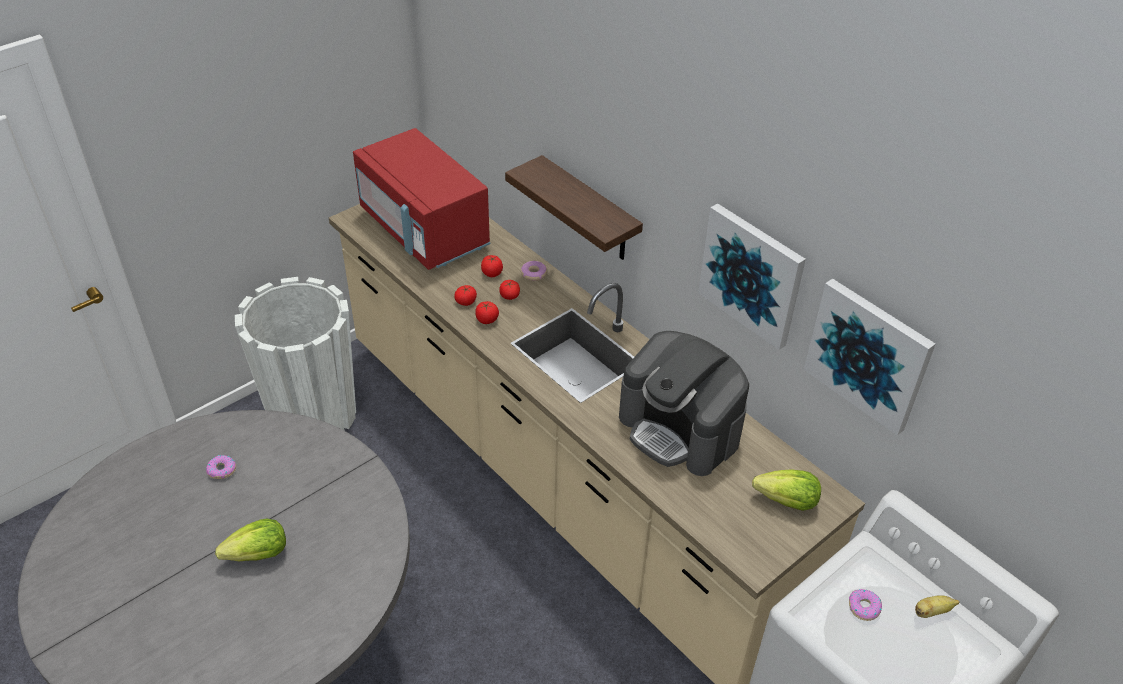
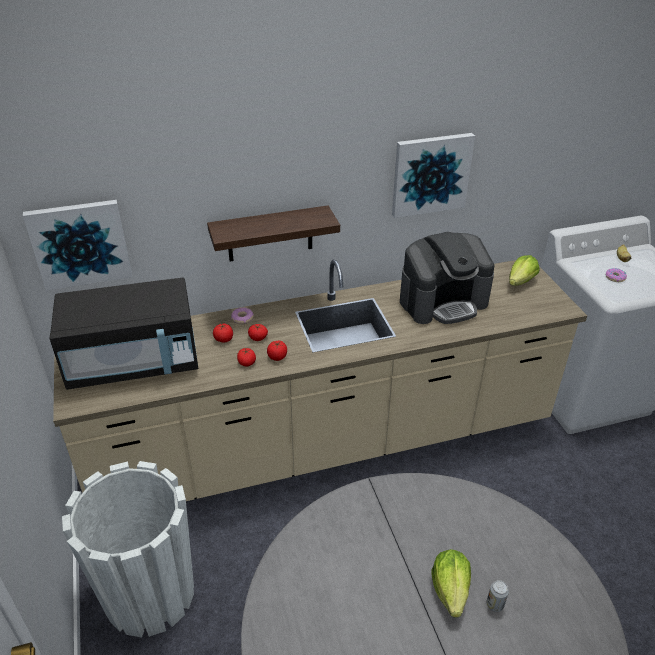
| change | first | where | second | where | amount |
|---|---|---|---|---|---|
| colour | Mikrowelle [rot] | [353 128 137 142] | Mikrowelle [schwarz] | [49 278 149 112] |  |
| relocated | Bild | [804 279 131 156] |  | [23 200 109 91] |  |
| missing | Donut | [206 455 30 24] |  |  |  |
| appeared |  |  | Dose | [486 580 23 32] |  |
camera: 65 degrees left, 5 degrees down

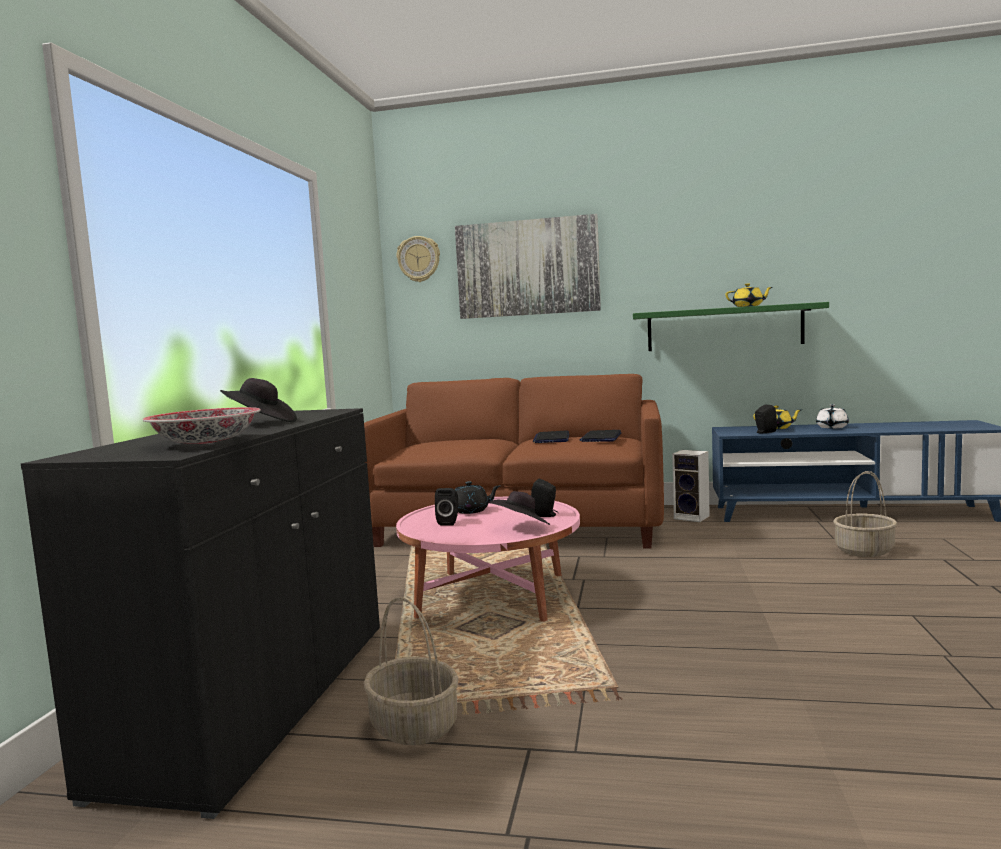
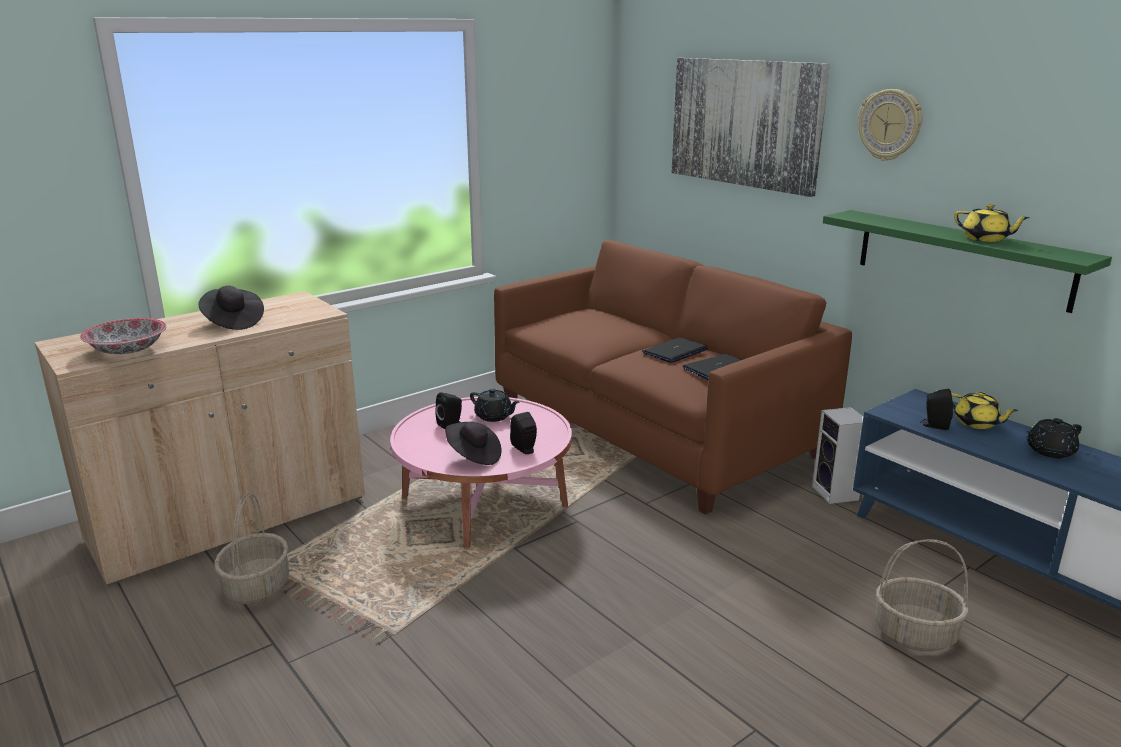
| change | first | where | second | where | amount |
|---|---|---|---|---|---|
| relocated | Wanduhr | [397 236 43 46] |  | [858 89 64 72] |  |
| colour | Teekanne [weiß] | [816 404 33 25] | Teekanne [schwarz] | [1027 418 55 40] |  |
| colour | Schrank [schwarz] | [21 408 359 411] | Schrank [beige] | [34 291 331 295] |  |
camera: 40 degrees right, 15 degrees up

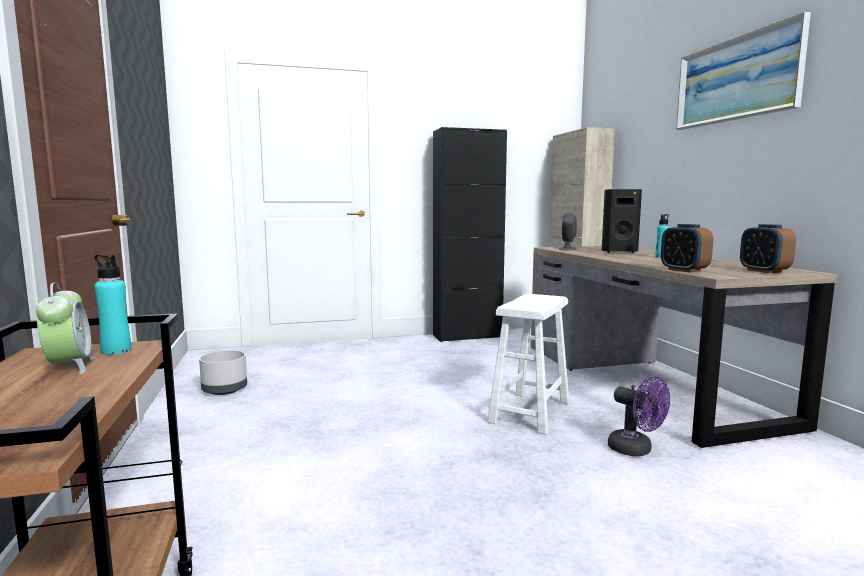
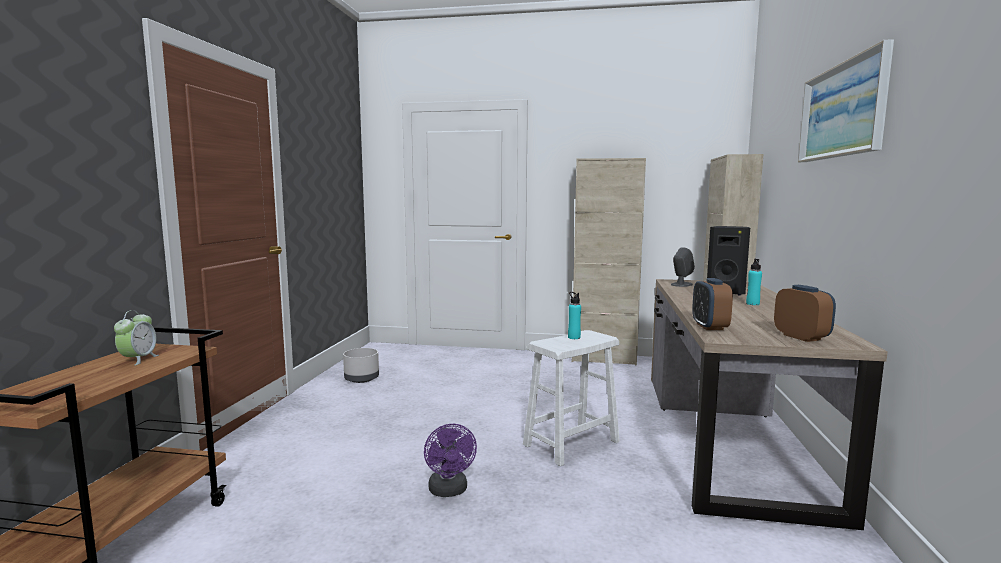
| change | first | where | second | where | amount |
|---|---|---|---|---|---|
| colour | Schrank [schwarz] | [433 127 74 215] | Schrank [beige] | [572 158 74 207] |  |
| spun | Wecker | [740 224 56 49] |  | [774 285 62 57] | 150 degrees clockwise |
| relocated | Flasche [türkis] | [94 254 37 101] |  | [568 292 13 47] |  |
| relocated | Ventilator [lila] | [608 376 62 80] |  | [424 424 53 73] |  |
camera: 25 degrees right, 0 degrees up

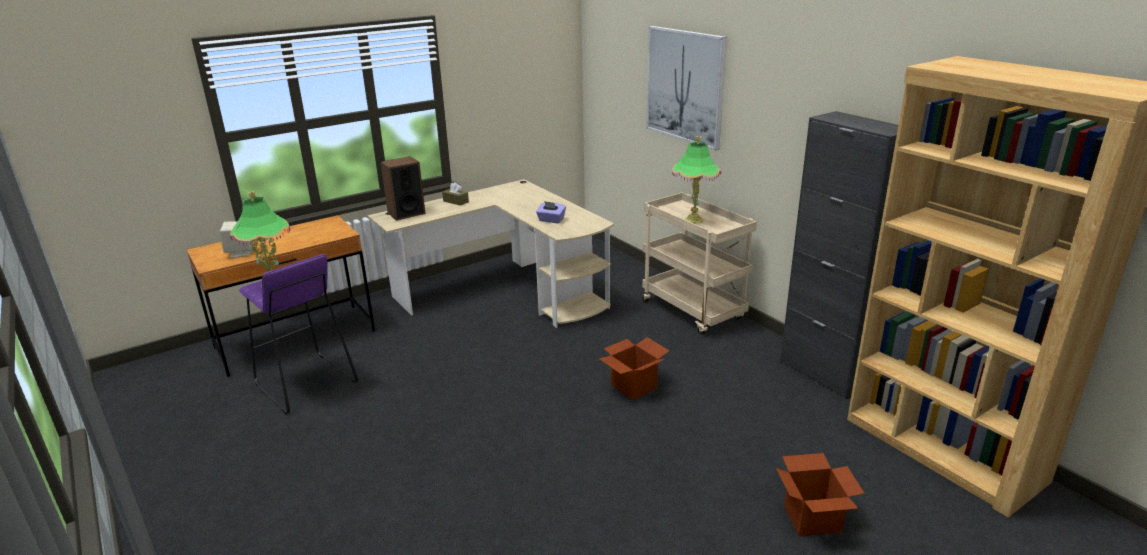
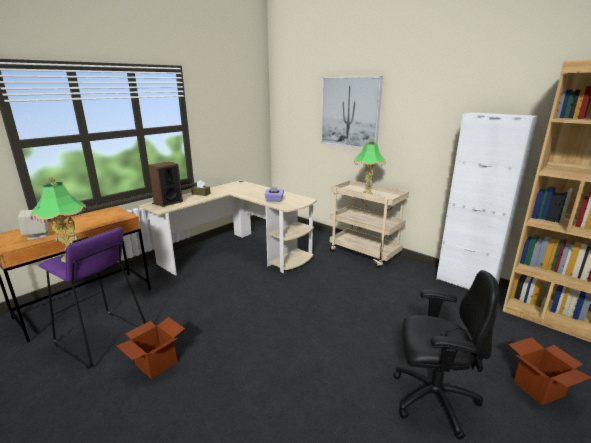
| change | first | where | second | where | amount |
|---|---|---|---|---|---|
| colour | Schrank [schwarz] | [780 111 118 288] | Schrank [weiß] | [436 112 102 177] |  |
| relocated | Karton | [599 337 70 63] |  | [116 317 69 62] |  |
| appeared |  |  | Bürostuhl [schwarz] | [393 270 106 170] |  |
camera: 15 degrees left, 5 degrees down

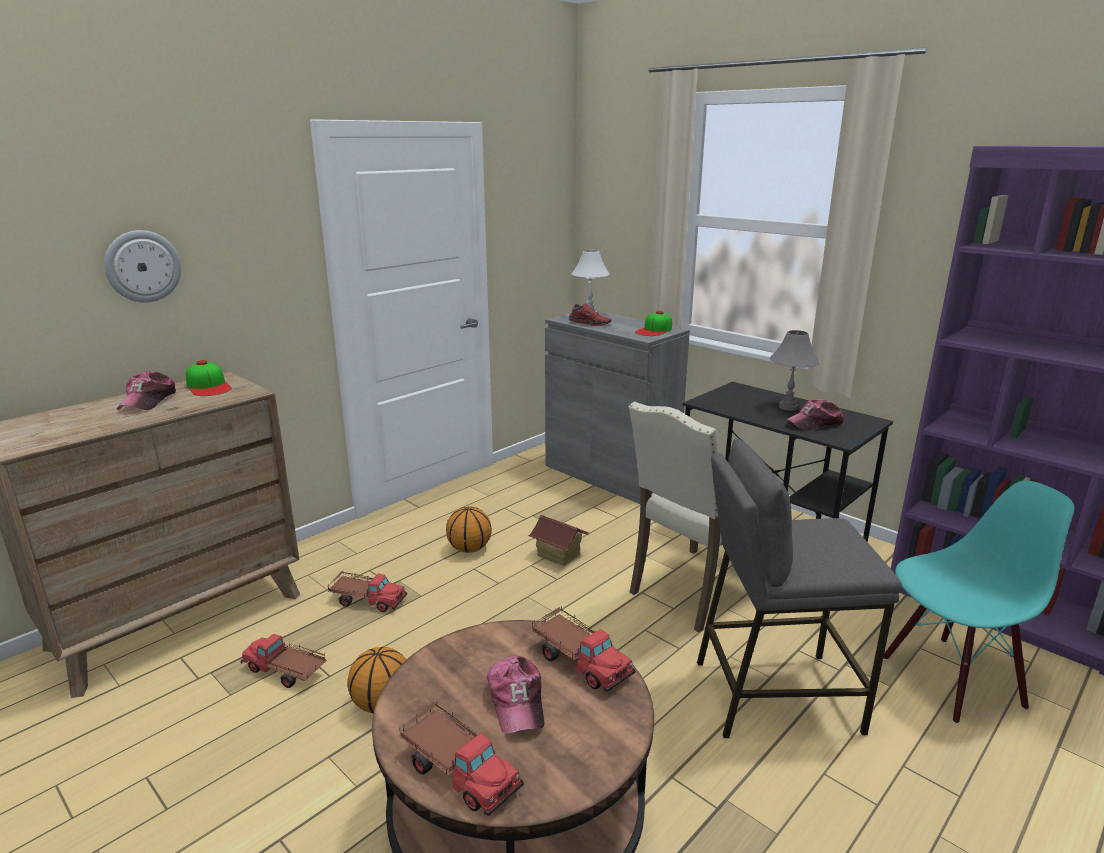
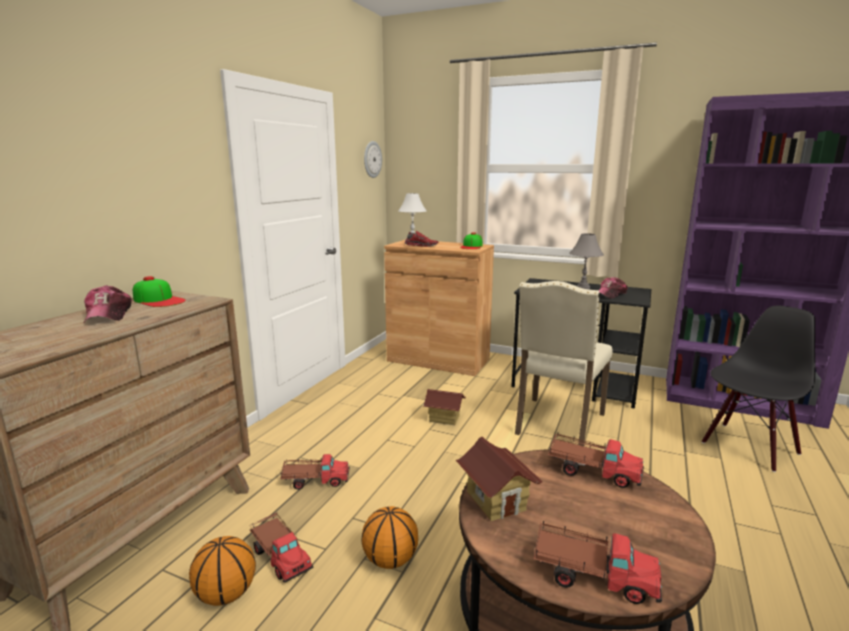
| change | first | where | second | where | amount |
|---|---|---|---|---|---|
| relocated | Wanduhr | [104 230 77 73] |  | [364 141 18 37] |  |
| colour | Schrank [grau] | [545 311 145 193] | Schrank [braun] | [384 239 110 137] |  |
| missing | Hocker [grau] | [697 439 205 299] |  |  |  |
| colour | Stuhl [türkis] | [883 480 191 244] | Stuhl [schwarz] | [702 306 114 166] |  |
| relocated | Basketball | [446 506 46 47] |  | [189 536 67 70] |  |
| spun | Spielzeuglaster | [240 634 87 54] |  | [250 512 64 71] | 135 degrees counterclockwise |
| missing | Kappe | [487 656 57 77] |  |  |  |
| appeared |  |  | Spielzeughaus | [456 437 87 84] |  |
camera: 20 degrees left, 5 degrees down

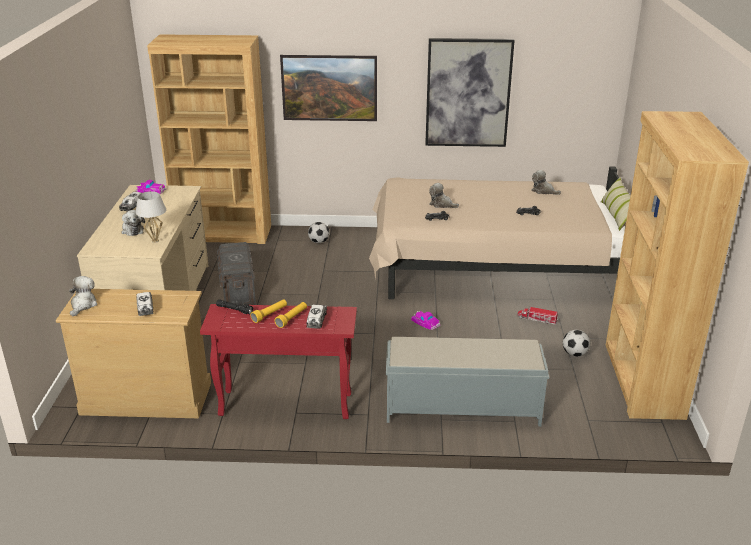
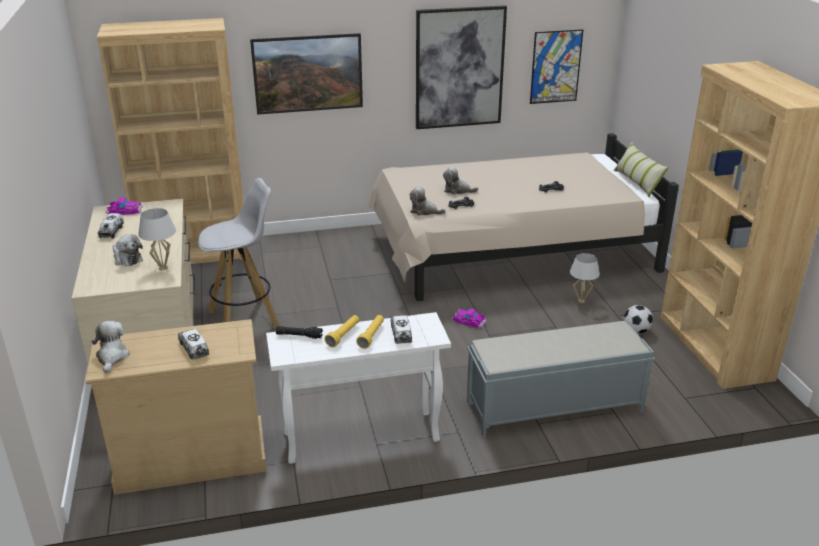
| change | first | where | second | where | amount |
|---|---|---|---|---|---|
| relocated | Plüschtier | [531 170 30 25] |  | [410 187 36 29] |  |
| missing | Fußball | [308 222 22 21] |  |  |  |
| exchanged | Aufbewahrungsbox [grau] | [217 242 39 63] | Hocker [weiß] | [198 178 82 150] |  |
| colour | Konsolentisch [rot] | [200 304 157 115] | Konsolentisch [weiß] | [266 312 185 152] |  |
| exchanged | Spielzeuglaster | [517 306 41 18] | Tischlampe [weiß] | [570 253 30 50] |  |
| appeared |  |  | Bild | [530 29 53 75] |  |
camera: 15 degrees left, 0 degrees up

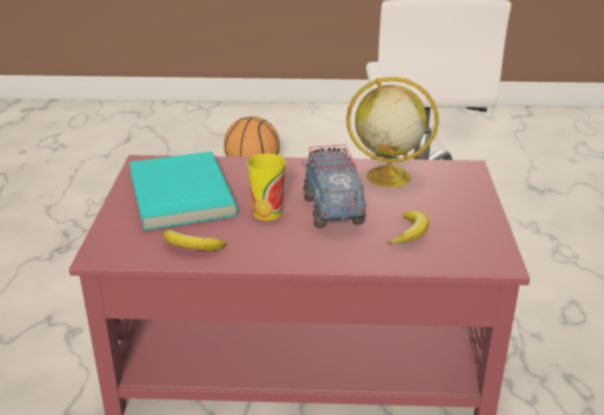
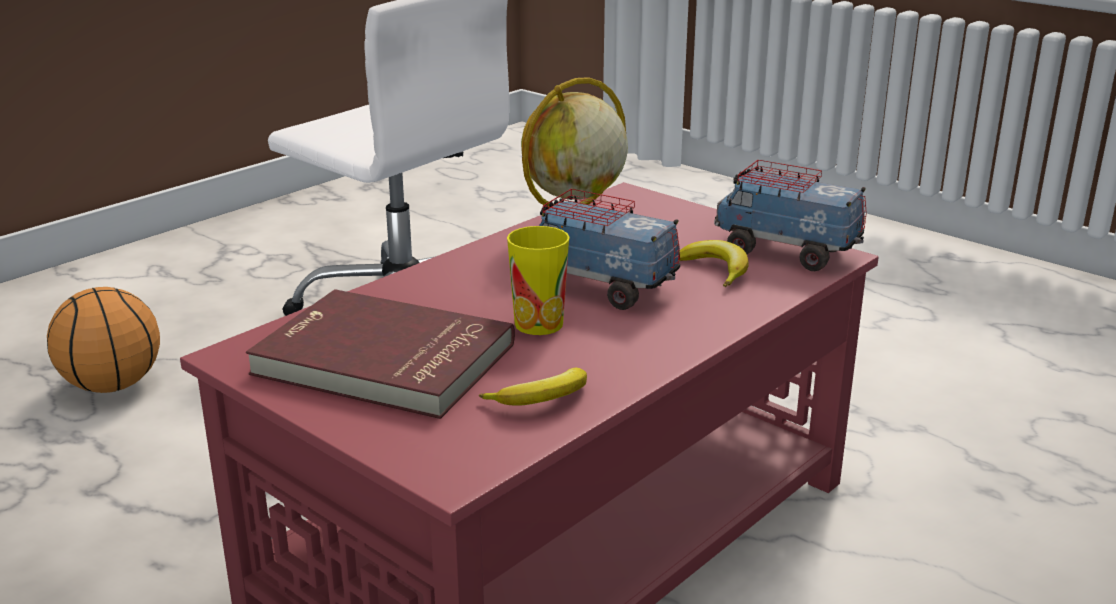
| change | first | where | second | where | amount |
|---|---|---|---|---|---|
| colour | Buch [türkis] | [129 151 109 80] | Buch [rot] | [246 289 269 130] |  |
| appeared |  |  | Spielzeuglaster | [714 160 153 111] |  |
camera: 50 degrees left, 5 degrees down

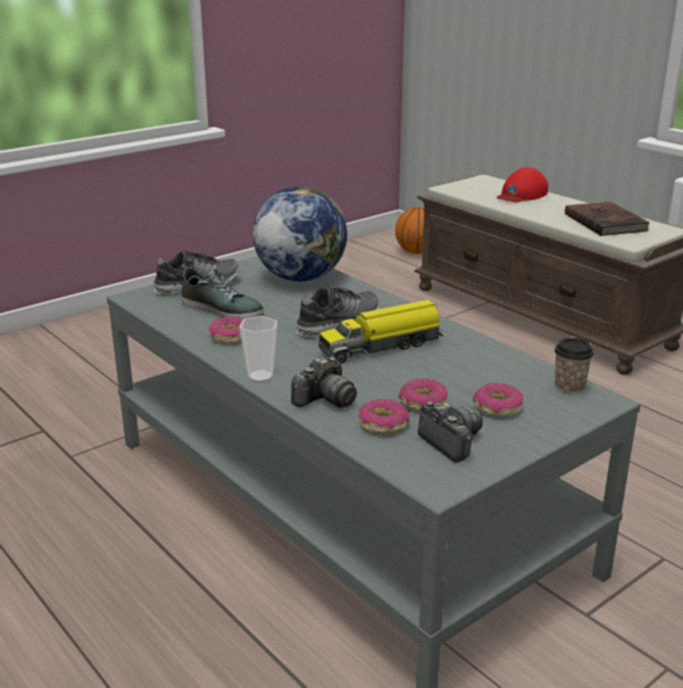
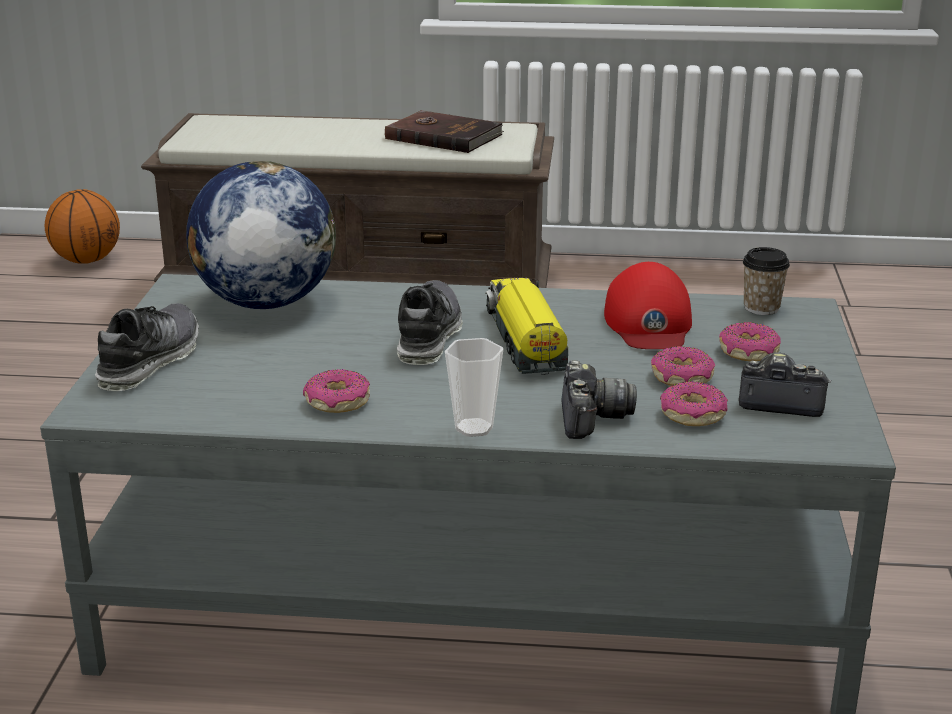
| change | first | where | second | where | amount |
|---|---|---|---|---|---|
| relocated | Kappe [rot] | [496 167 52 35] |  | [604 262 88 87] |  |
| missing | Schuh | [180 264 84 55] |  |  |  |
| spun | Spielzeuglaster | [319 300 124 64] |  | [485 277 83 98] | 150 degrees clockwise |
camera: 45 degrees left, 0 degrees up

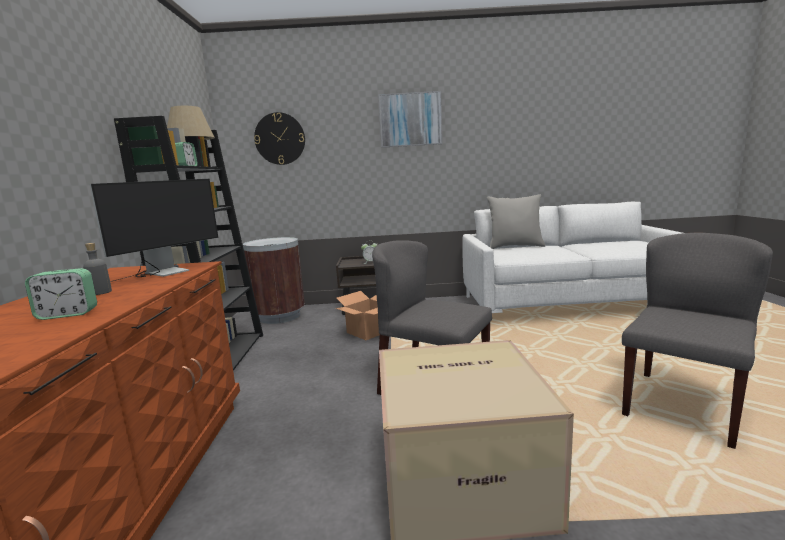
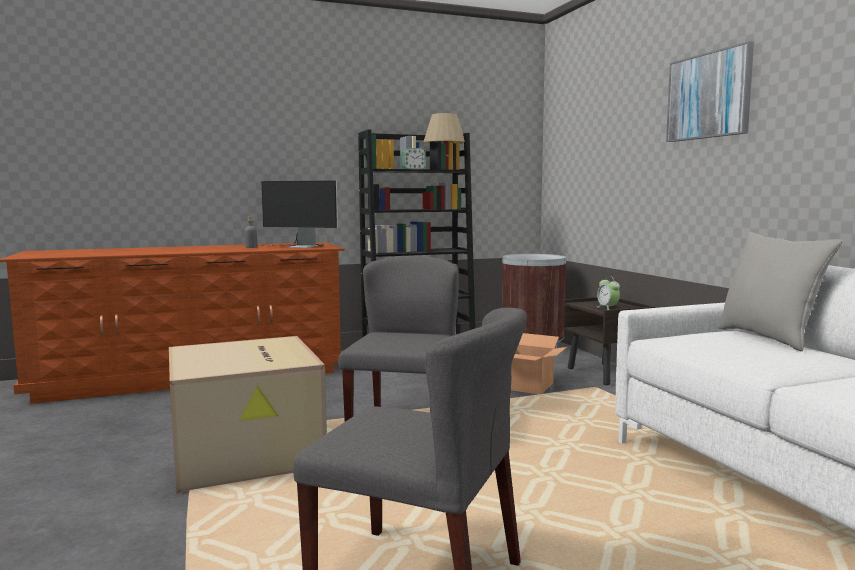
| change | first | where | second | where | amount |
|---|---|---|---|---|---|
| missing | Wanduhr | [254 112 51 53] |  |  |  |
| missing | Wecker | [25 268 72 52] |  |  |  |
camera: 70 degrees right, 5 degrees down

